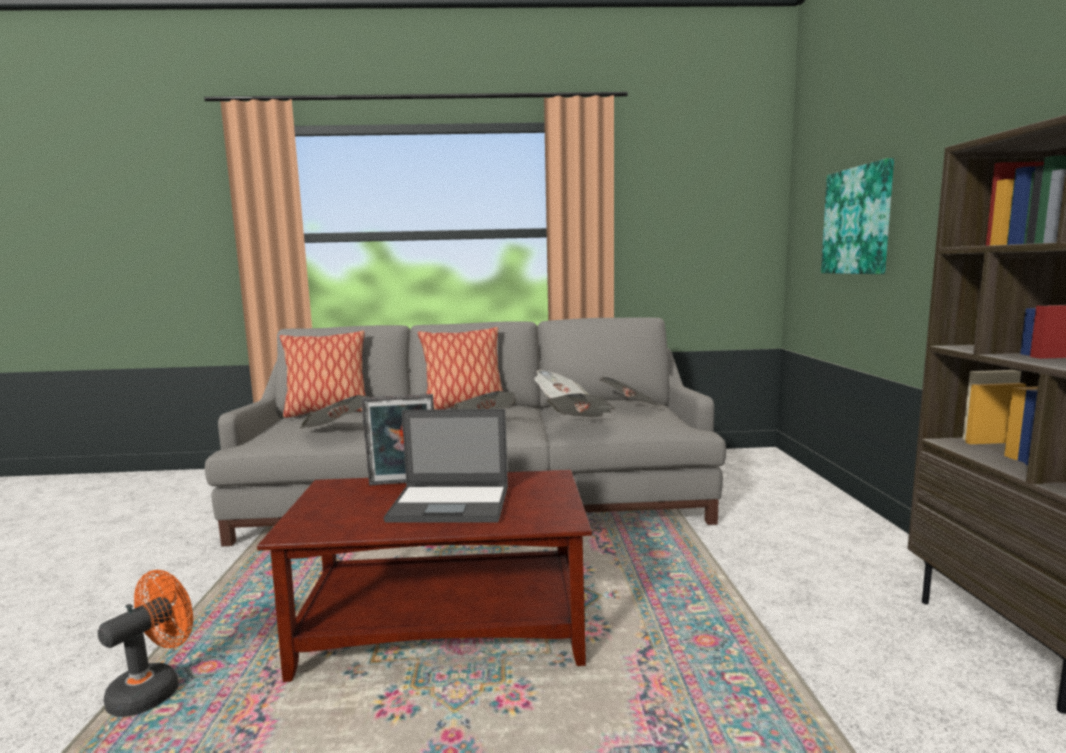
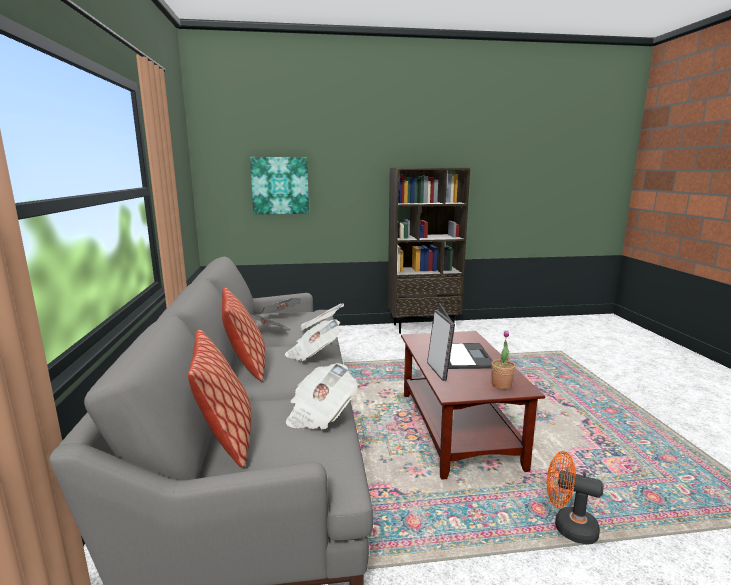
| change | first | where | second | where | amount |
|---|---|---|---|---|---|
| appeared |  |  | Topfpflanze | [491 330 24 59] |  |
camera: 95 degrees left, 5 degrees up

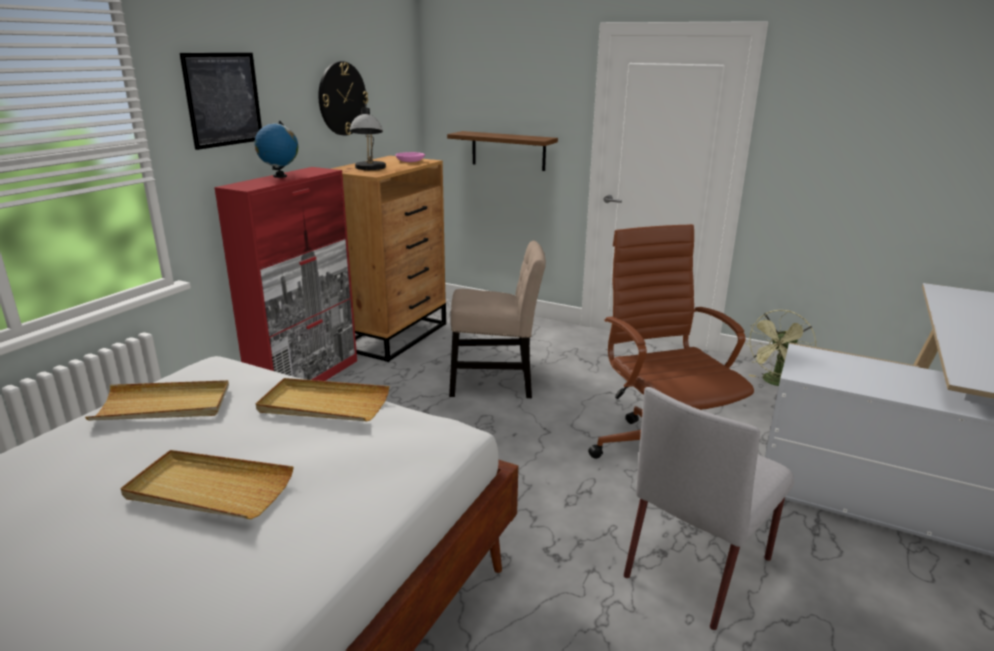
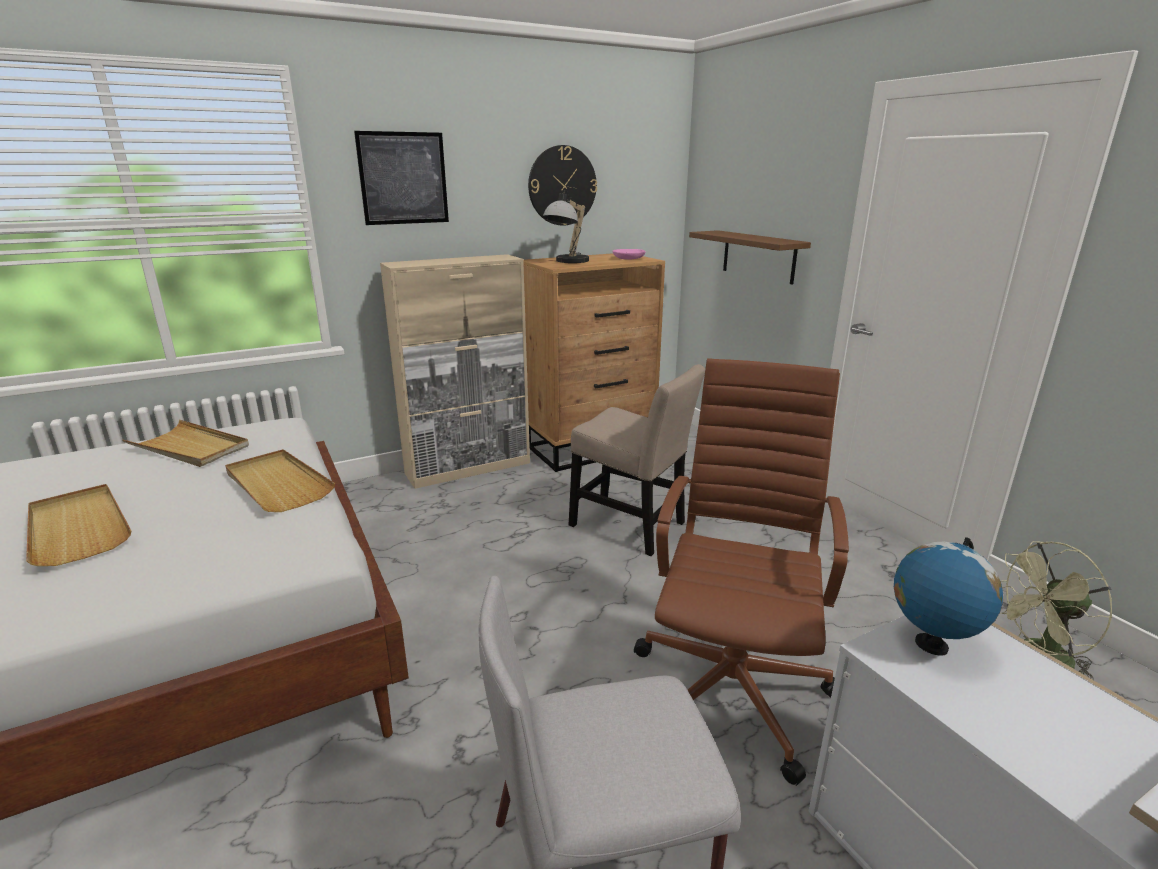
| change | first | where | second | where | amount |
|---|---|---|---|---|---|
| relocated | Globus | [254 121 44 57] |  | [894 537 109 119] |  |
| colour | Schrank [rot] | [214 167 143 214] | Schrank [beige] | [380 254 150 235] |  |
camera: 35 degrees right, 0 degrees up

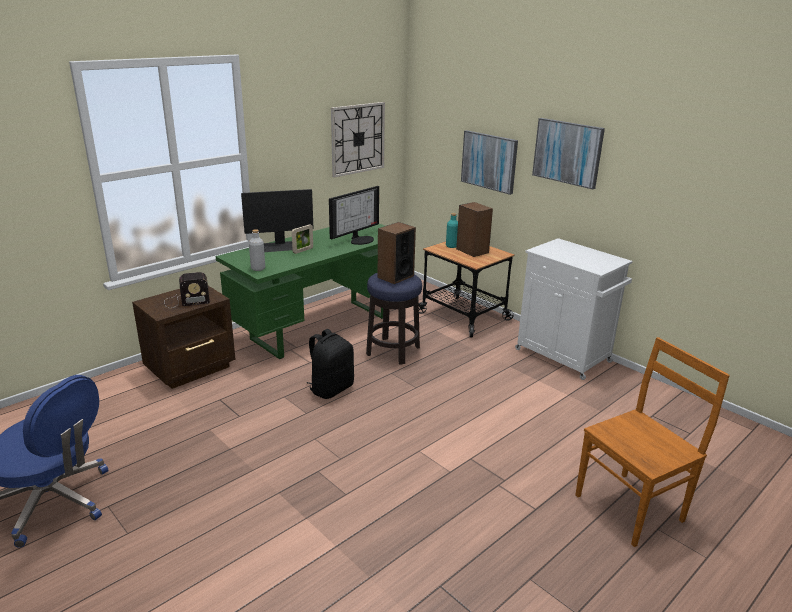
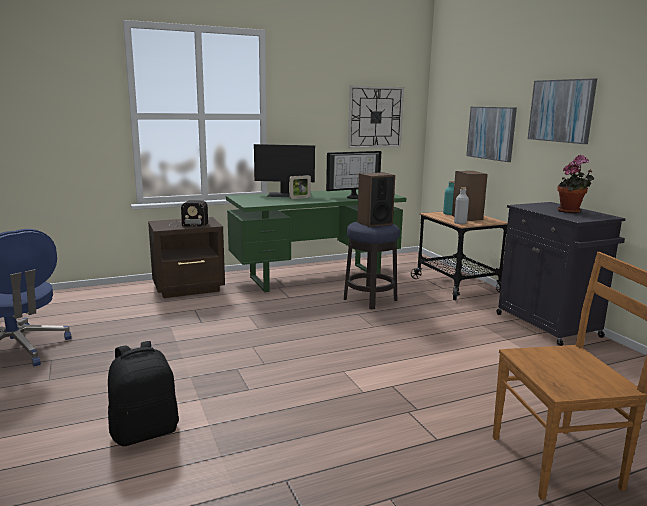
| change | first | where | second | where | amount |
|---|---|---|---|---|---|
| relocated | Flasche [grau] | [249 229 16 42] |  | [454 187 15 37] |  |
| colour | Schrank [weiß] | [515 238 118 142] | Schrank [schwarz] | [496 202 130 144] |  |
| relocated | Rucksack [schwarz] | [307 329 47 70] |  | [108 341 71 105] |  |
| appeared |  |  | Topfpflanze | [557 155 37 58] |  |
camera: 20 degrees right, 10 degrees down

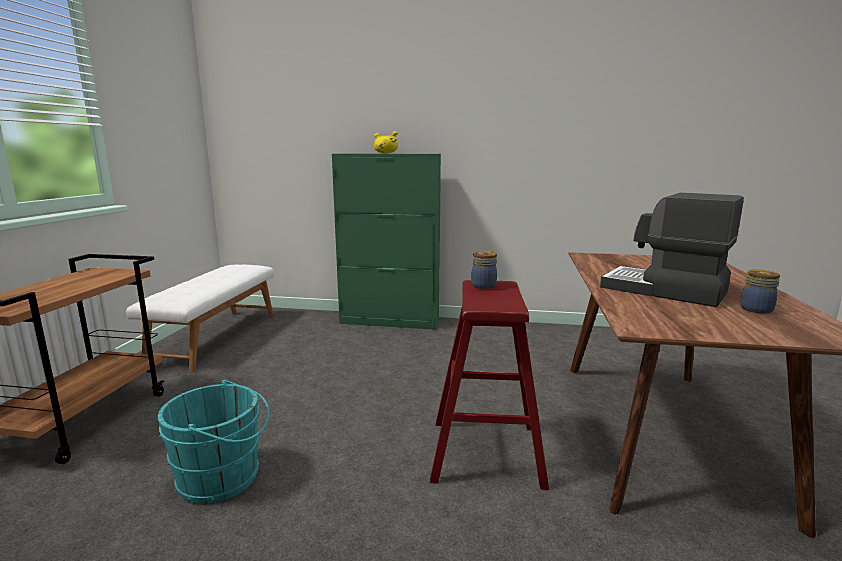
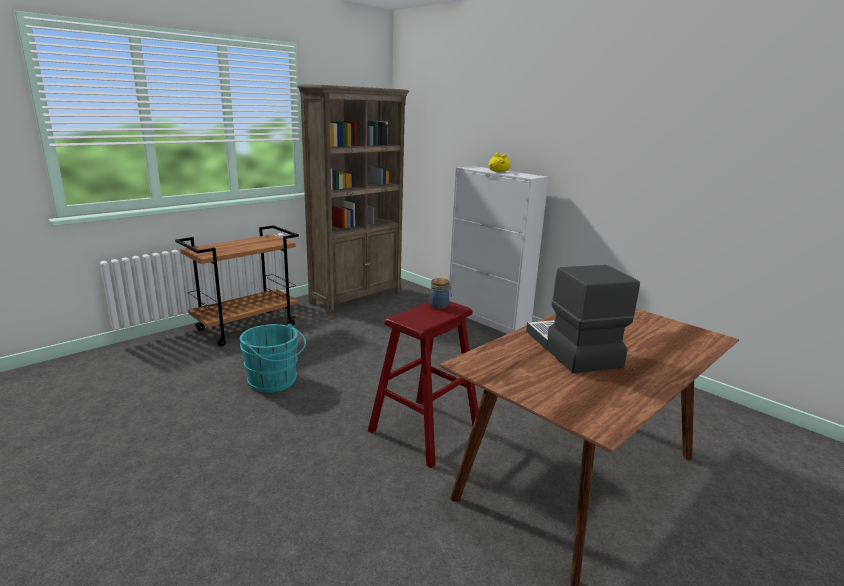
| change | first | where | second | where | amount |
|---|---|---|---|---|---|
| colour | Schrank [grün] | [332 154 109 176] | Schrank [weiß] | [449 166 100 168] |  |
| exchanged | Bank [weiß] | [126 265 148 108] | Bücherregal [braun] | [297 84 112 230] |  |
| missing | Vorratsglas | [741 269 39 45] |  |  |  |
camera: 35 degrees right, 5 degrees up

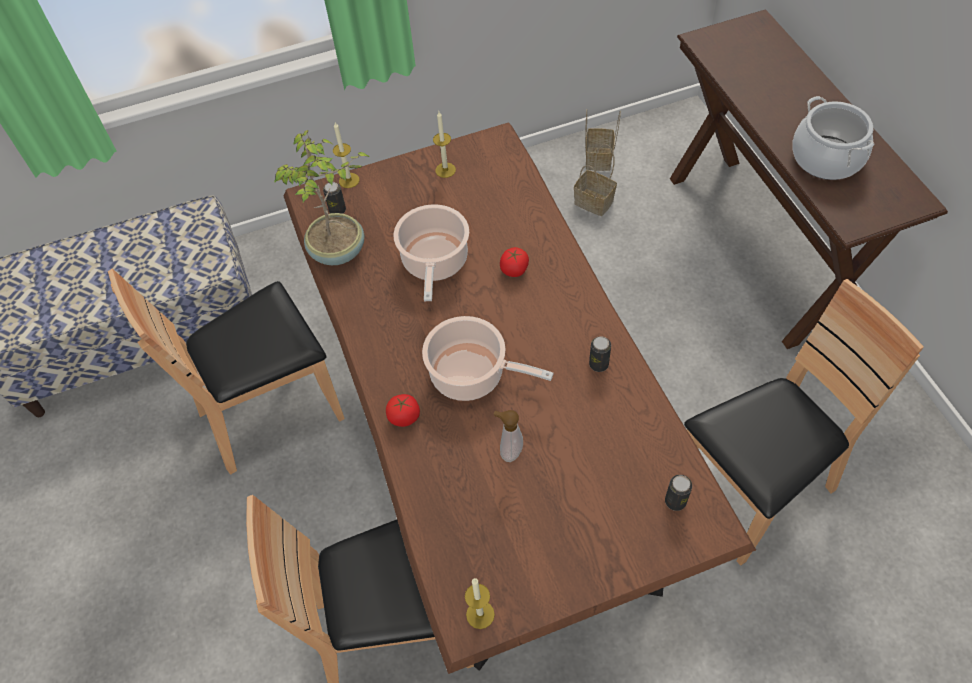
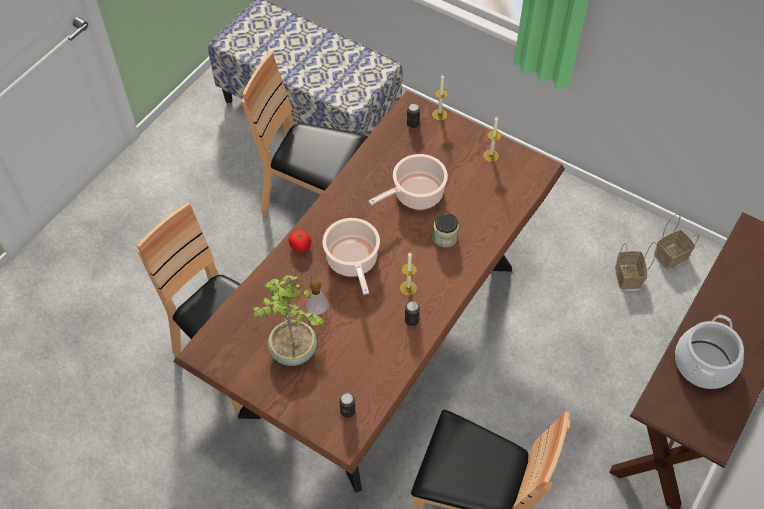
| change | first | where | second | where | amount |
|---|---|---|---|---|---|
| relocated | Topfpflanze | [274 130 96 135] |  | [252 275 73 91] |  |
| exchanged | Tomate | [500 247 29 30] | Vorratsglas | [433 213 26 35] |  |
| relocated | Kerze | [465 578 30 51] |  | [400 253 17 43] |  |
camera: 50 degrees right, 0 degrees up

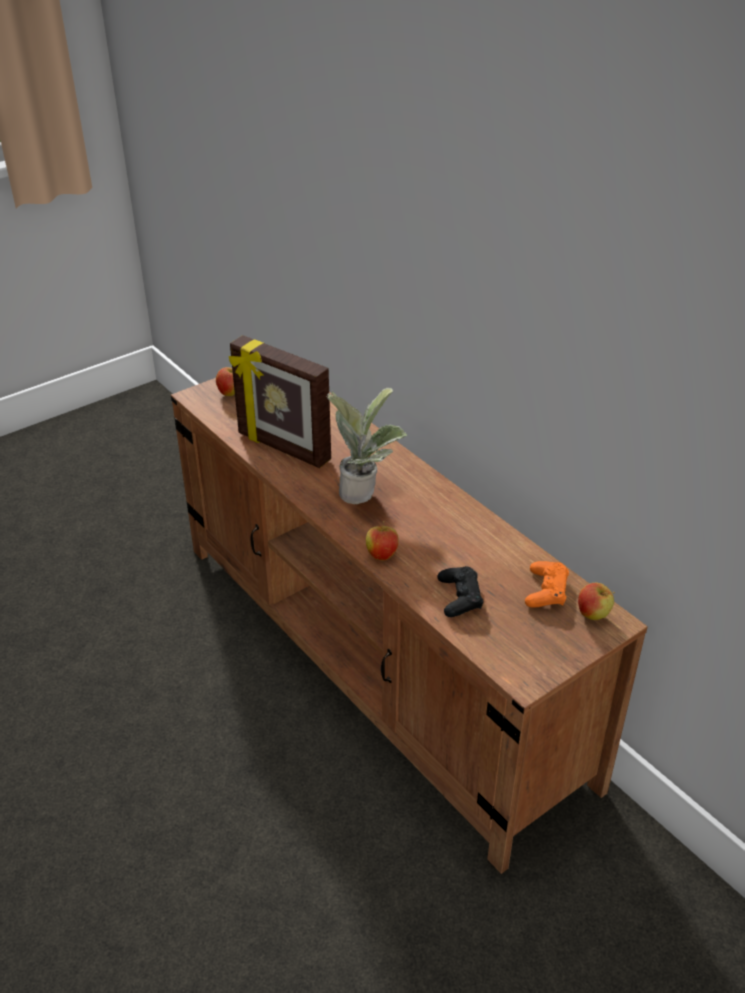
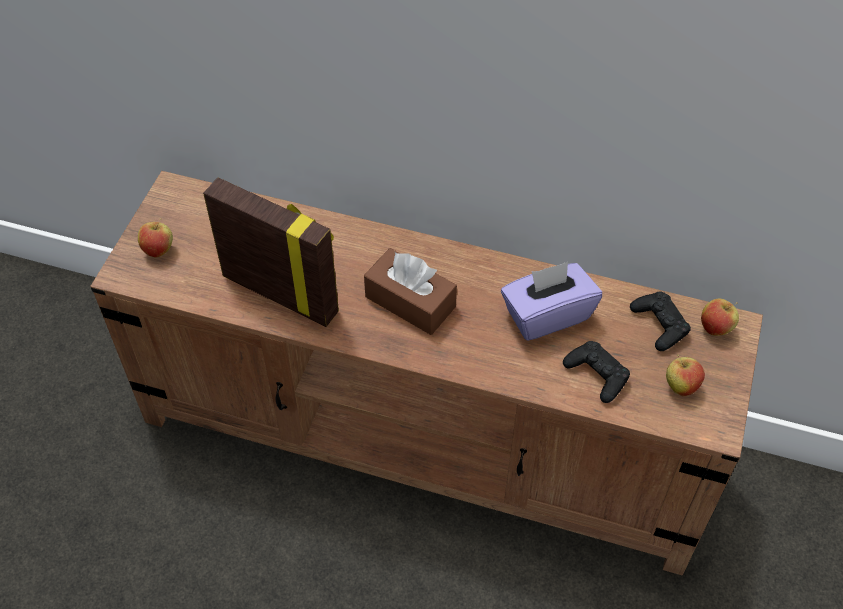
| change | first | where | second | where | amount |
|---|---|---|---|---|---|
| spun | Bilderrahmen | [229 335 102 133] |  | [203 177 136 150] | 150 degrees counterclockwise |
| exchanged | Topfpflanze | [327 387 80 117] | Taschentuchbox [braun] | [364 248 93 87] |  |
| relocated | Apfel | [366 521 33 40] |  | [666 354 39 42] |  |
| colour | Gamepad [orange] | [525 561 44 47] | Gamepad [schwarz] | [630 291 61 60] |  |
| appeared |  |  | Taschentuchbox [lila] | [501 262 101 79] |  |
camera: 35 degrees left, 15 degrees up

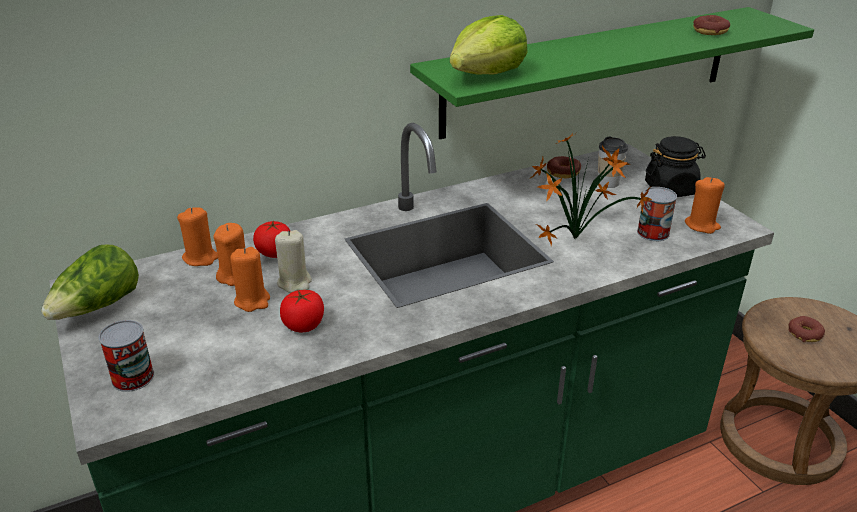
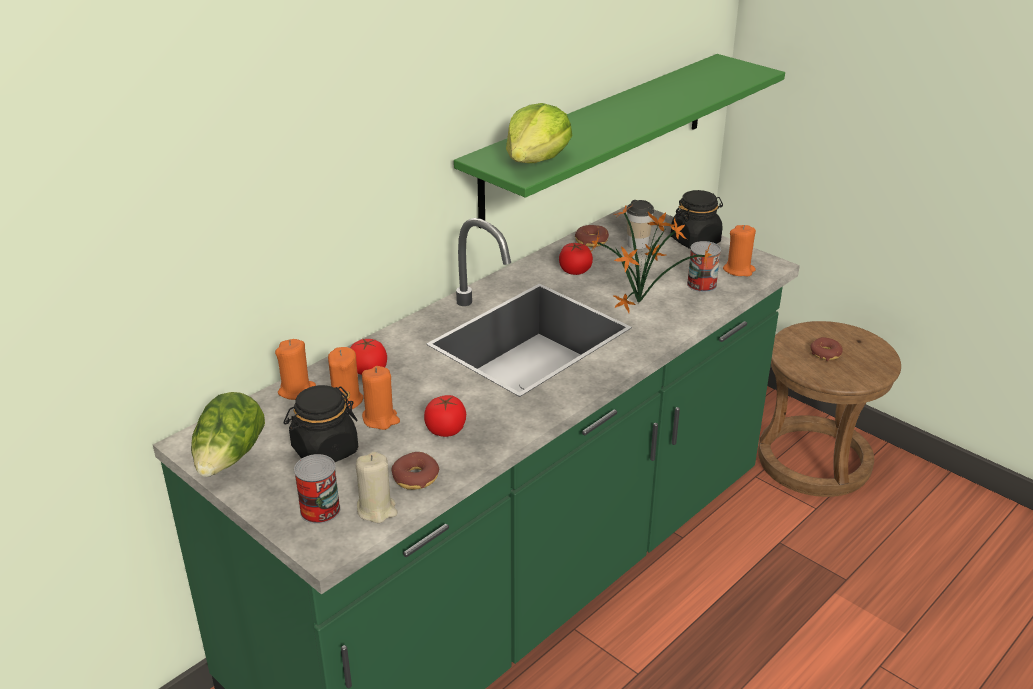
| change | first | where | second | where | amount |
|---|---|---|---|---|---|
| relocated | Donut | [693 15 37 20] |  | [391 452 48 38] |  |
| relocated | Kerze [beige] | [275 230 37 63] |  | [356 452 42 71] |  |
| appeared |  |  | Tomate | [559 242 34 33] |  |
| appeared |  |  | Vorratsglas [schwarz] | [284 385 74 77] |  |
camera: 20 degrees left, 0 degrees up

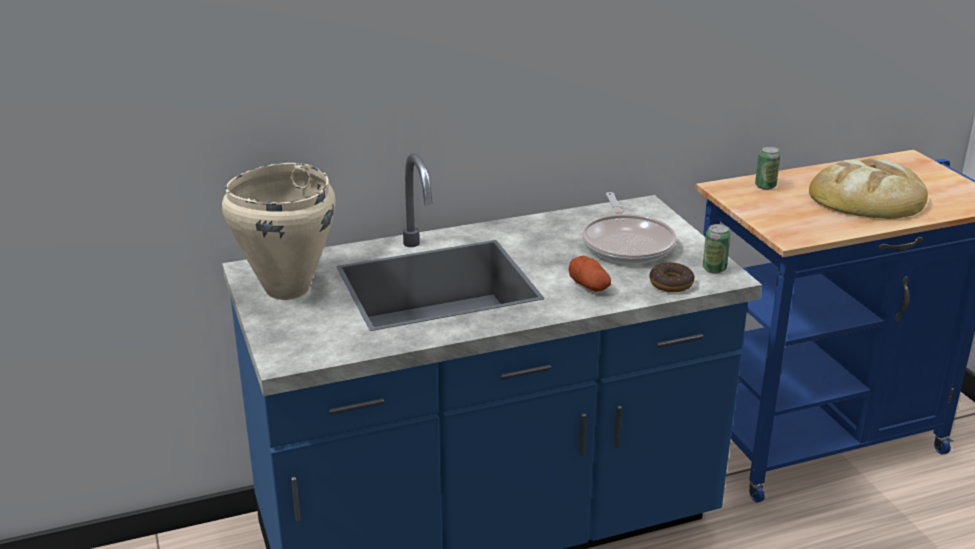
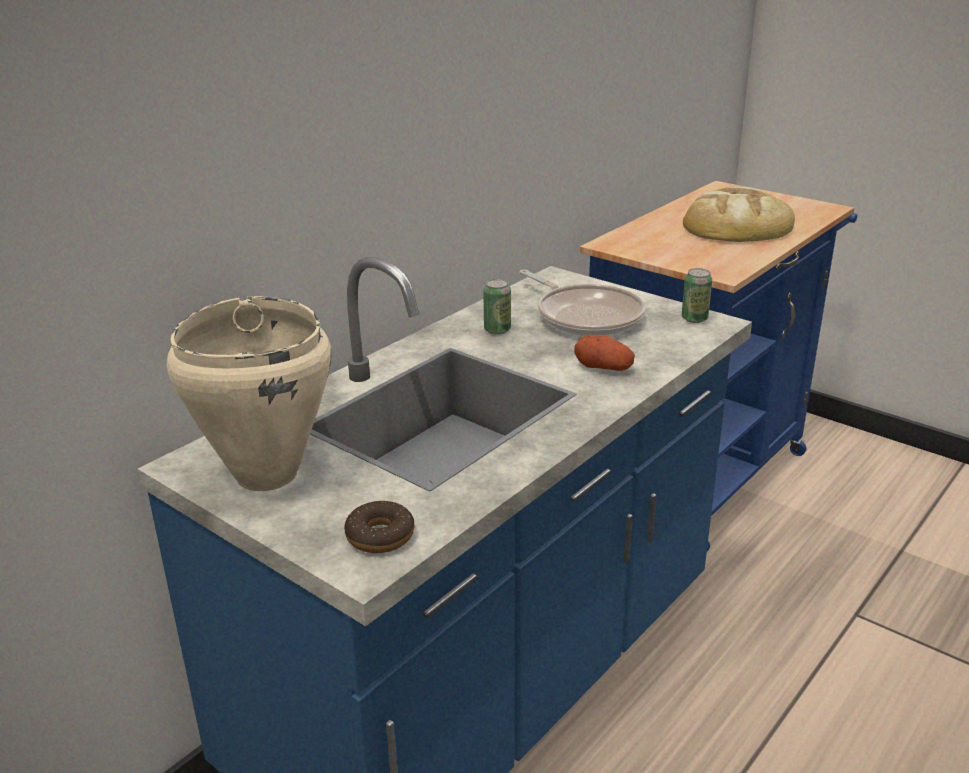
| change | first | where | second | where | amount |
|---|---|---|---|---|---|
| relocated | Dose | [755 146 25 44] |  | [483 279 28 56] |  |
| relocated | Donut | [650 263 45 29] |  | [344 501 70 52] |  |
camera: 30 degrees left, 0 degrees up

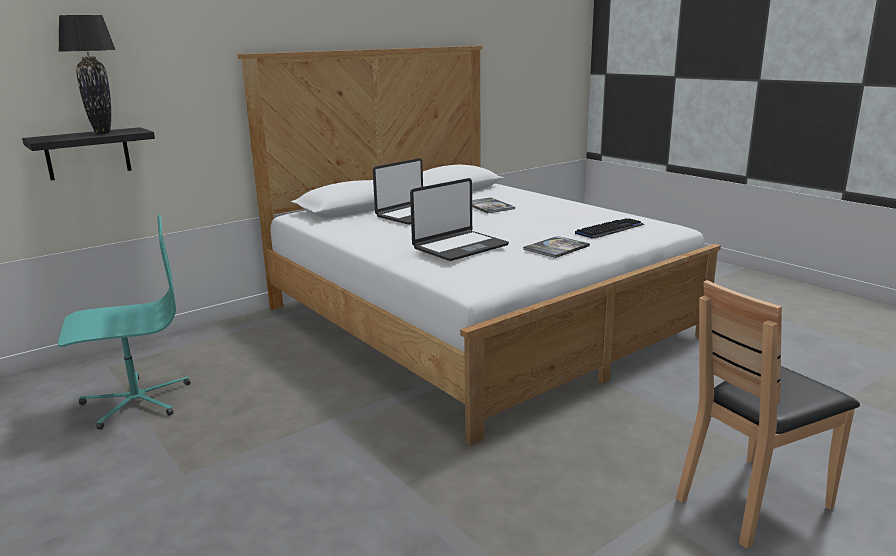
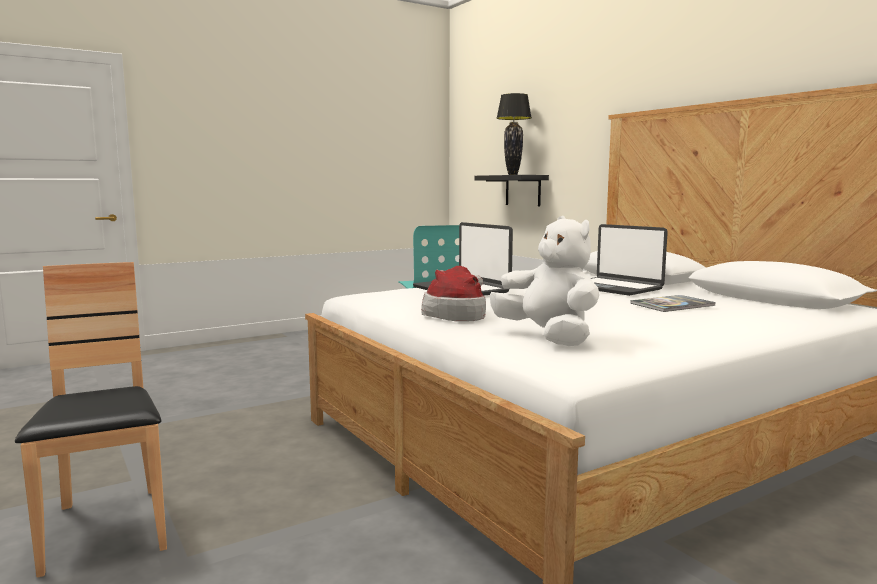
| change | first | where | second | where | amount |
|---|---|---|---|---|---|
| exchanged | Tastatur | [575 218 70 21] | Plüschtier [weiß] | [490 216 109 130] |  |
| exchanged | Buch | [523 236 67 22] | Hut | [421 266 65 56] |  |
camera: 95 degrees right, 10 degrees down

